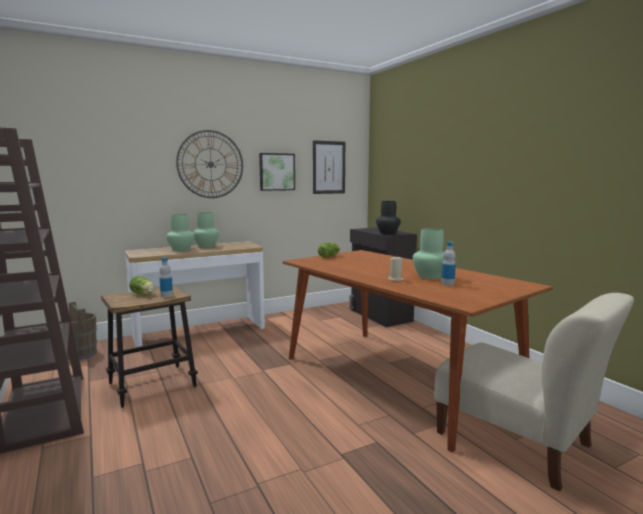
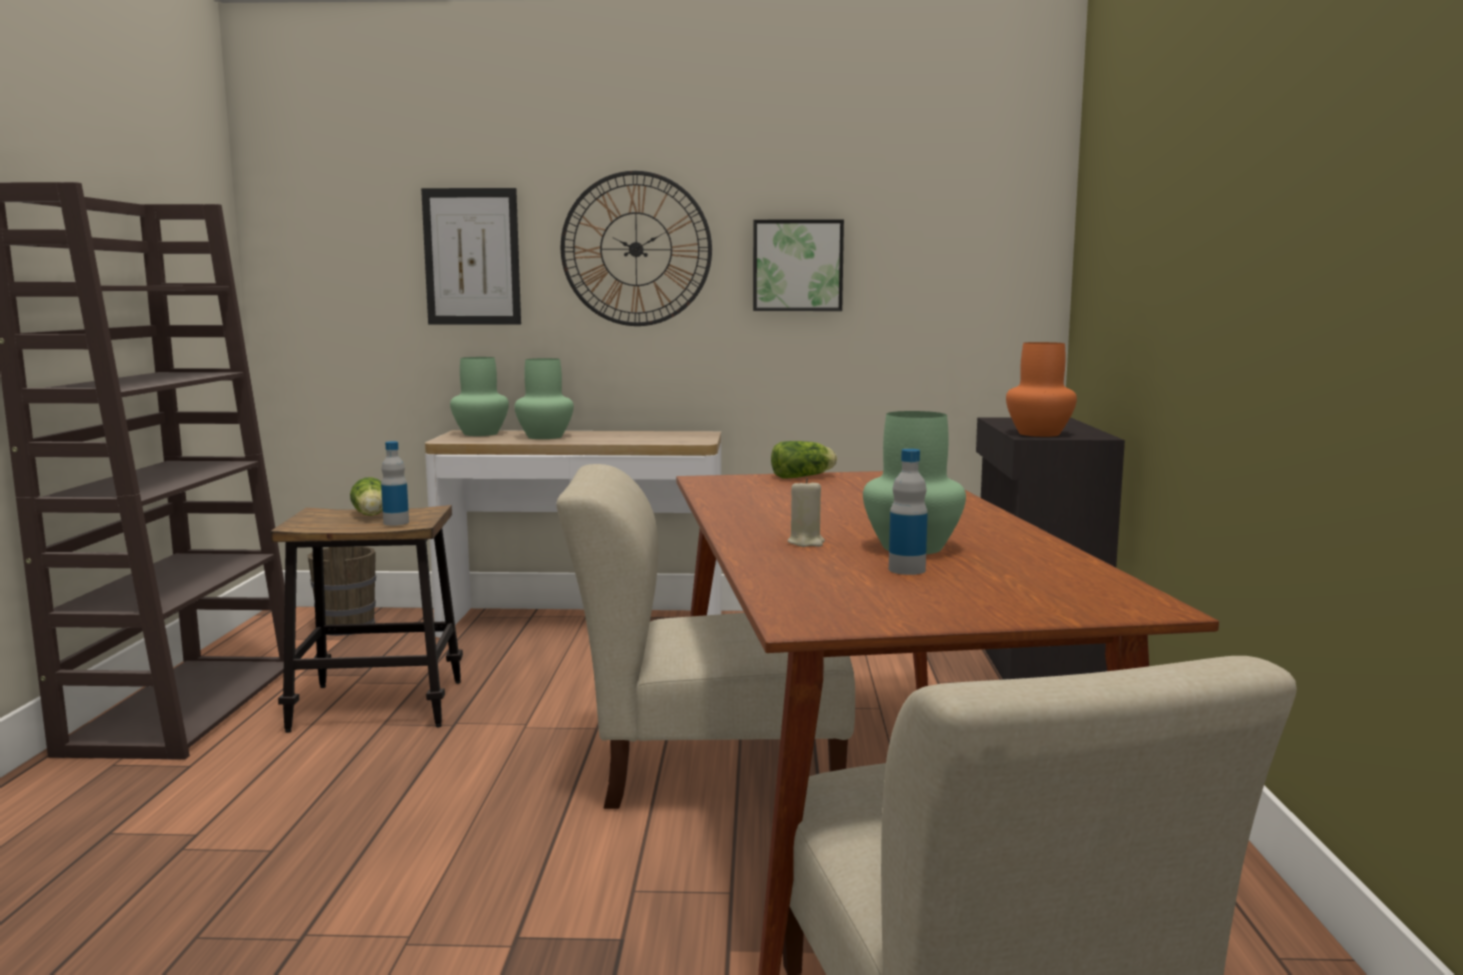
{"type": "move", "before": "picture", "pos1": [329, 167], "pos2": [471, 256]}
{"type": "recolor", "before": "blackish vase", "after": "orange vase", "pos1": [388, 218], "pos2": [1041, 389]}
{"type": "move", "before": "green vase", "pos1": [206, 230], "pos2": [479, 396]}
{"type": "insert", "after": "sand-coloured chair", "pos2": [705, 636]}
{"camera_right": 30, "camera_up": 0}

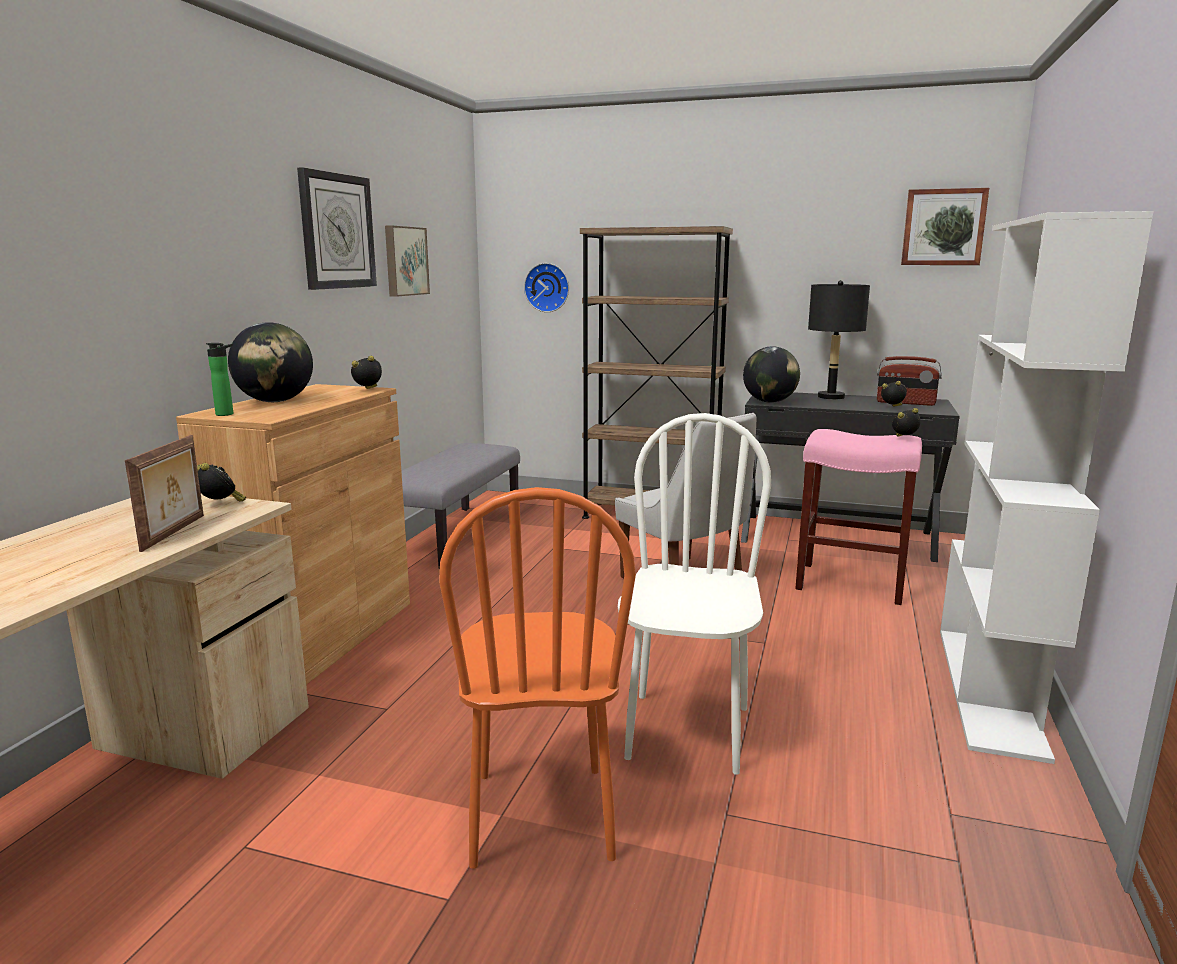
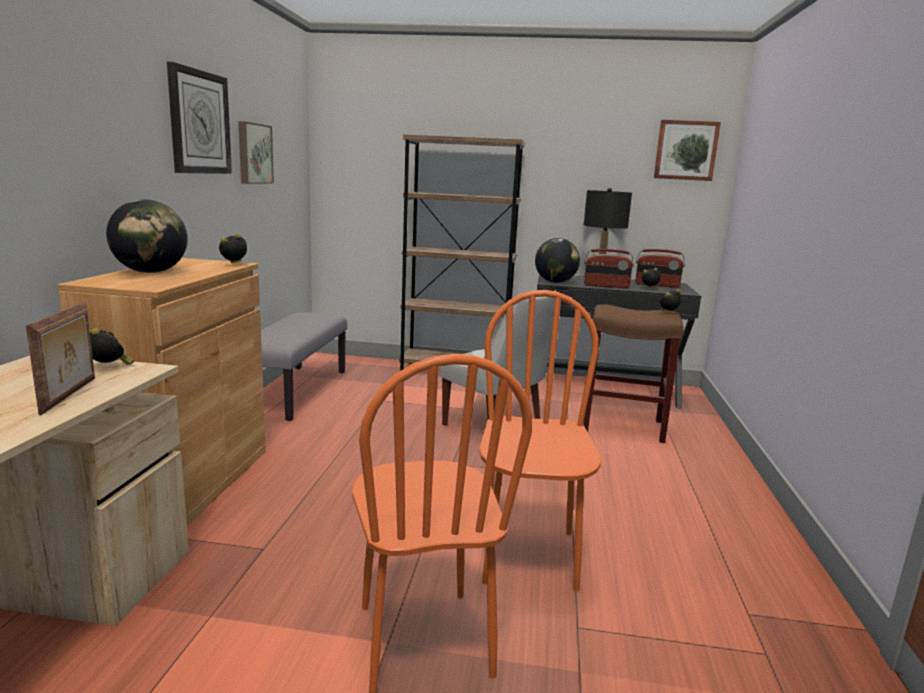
{"type": "delete", "before": "white-coloured bookcase", "pos1": [1047, 487]}
{"type": "delete", "before": "clock on the wall", "pos1": [546, 287]}
{"type": "delete", "before": "beverage bottle", "pos1": [219, 379]}
{"type": "recolor", "before": "white-coloured chair", "after": "orange chair", "pos1": [694, 594], "pos2": [540, 441]}
{"type": "recolor", "before": "pink-coloured stool seat", "after": "brown-coloured stool seat", "pos1": [858, 517], "pos2": [633, 373]}
{"type": "insert", "after": "radio", "pos2": [609, 268]}
{"camera_right": -10, "camera_up": 0}

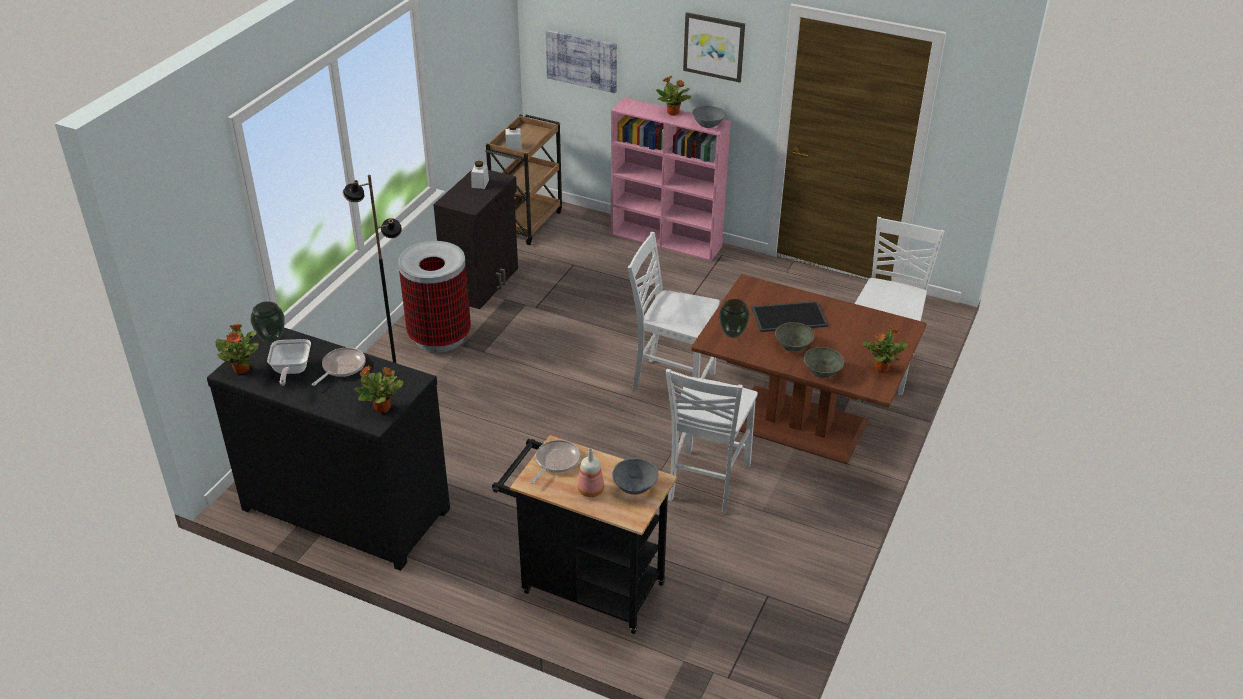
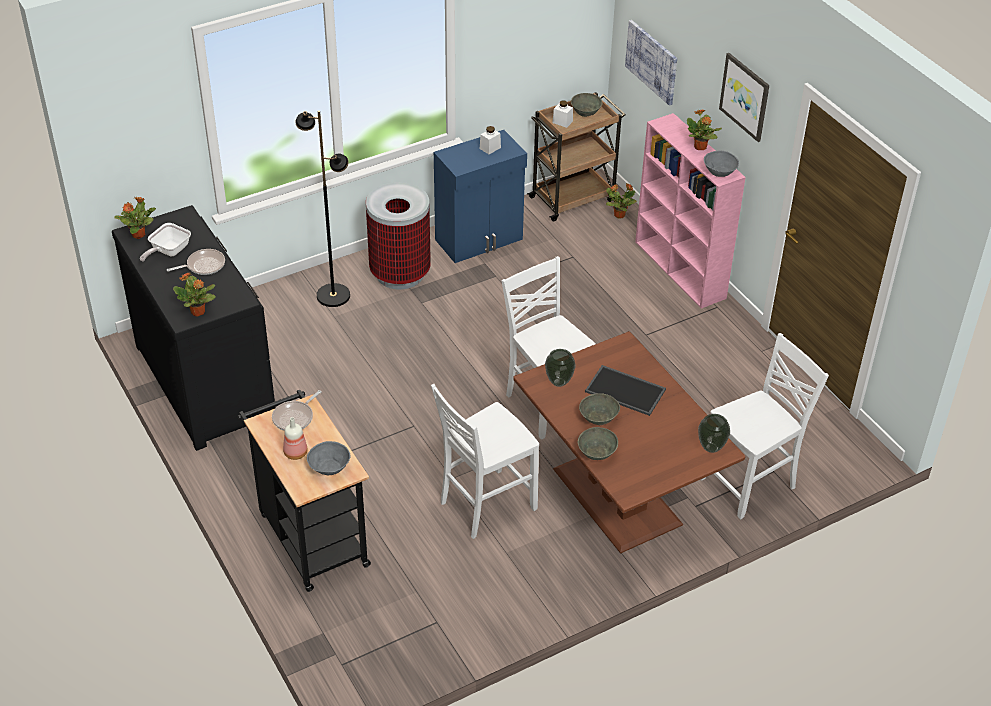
{"type": "recolor", "before": "blackish cupboard", "after": "blue cupboard", "pos1": [475, 239], "pos2": [480, 196]}
{"type": "move", "before": "vase", "pos1": [268, 322], "pos2": [714, 433]}
{"type": "move", "before": "houseplant", "pos1": [885, 349], "pos2": [621, 200]}
{"type": "rotate", "before": "skillet", "pos1": [555, 462], "pos2": [297, 410], "turn": 150}
{"type": "insert", "after": "gray serving bowl", "pos2": [587, 105]}
{"camera_right": 35, "camera_up": 5}

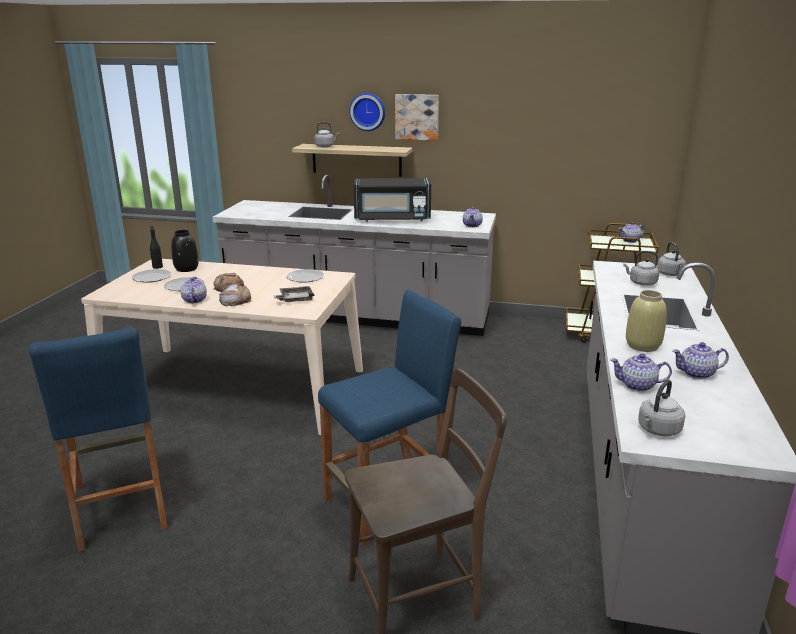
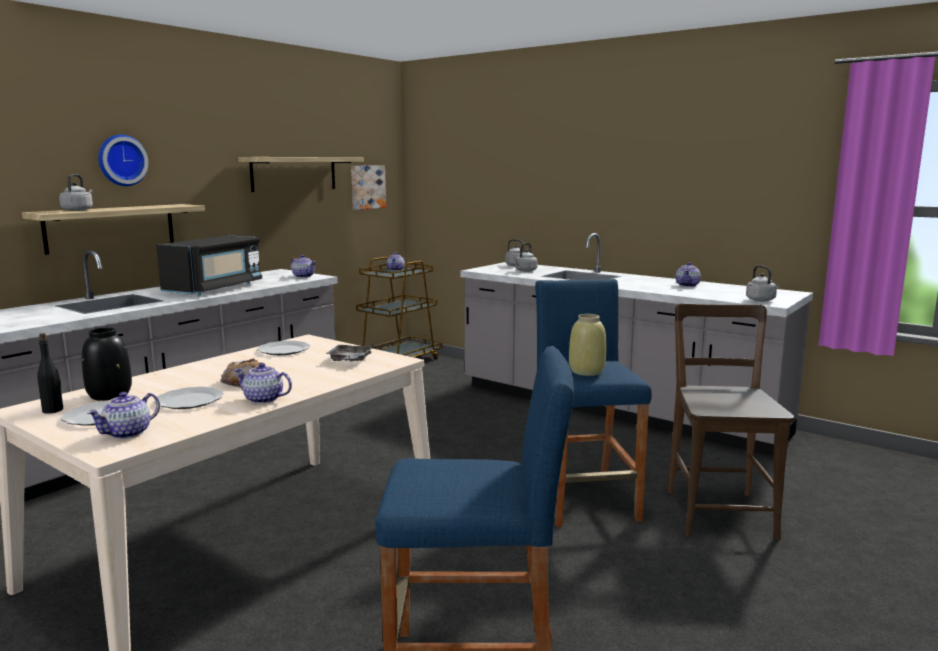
{"type": "move", "before": "picture", "pos1": [417, 117], "pos2": [368, 187]}
{"type": "delete", "before": "baked bread", "pos1": [235, 295]}
{"type": "move", "before": "sand-coloured vase", "pos1": [646, 321], "pos2": [587, 345]}
{"type": "move", "before": "pot for tea", "pos1": [641, 372], "pos2": [123, 415]}
{"type": "insert", "after": "wall shelf", "pos2": [301, 174]}
{"camera_right": -65, "camera_up": -10}

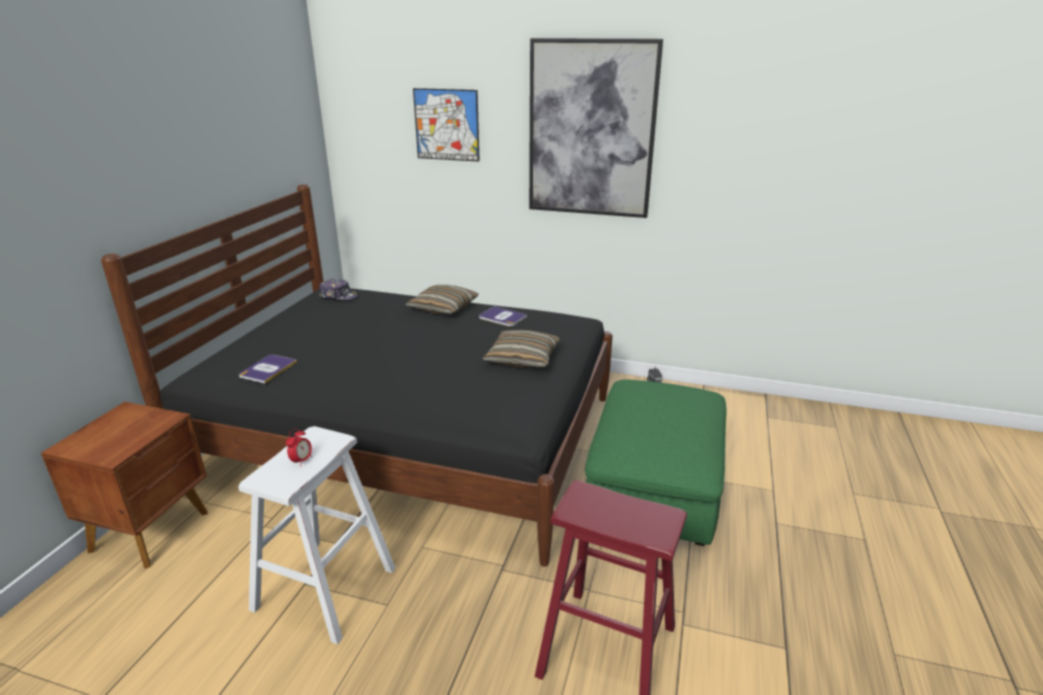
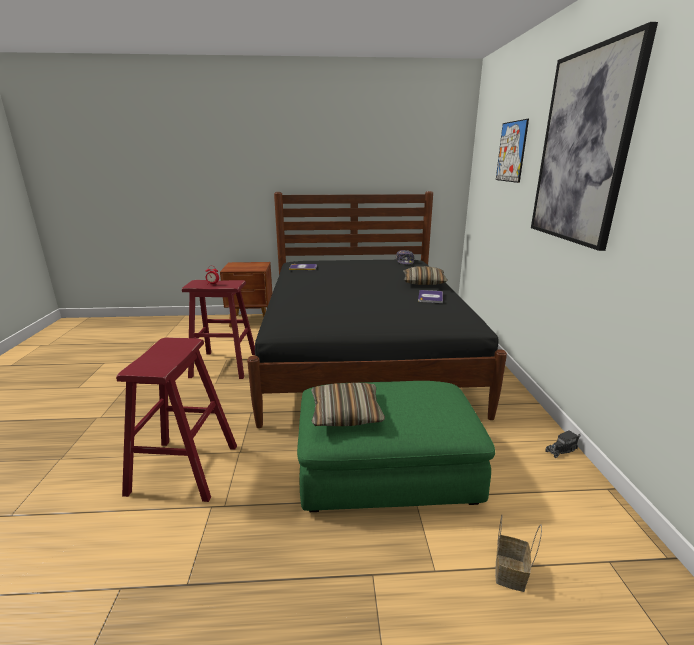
{"type": "move", "before": "throw pillow", "pos1": [520, 349], "pos2": [348, 404]}
{"type": "recolor", "before": "white-coloured stool seat", "after": "reddish stool seat", "pos1": [317, 535], "pos2": [218, 329]}
{"type": "insert", "after": "household basket", "pos2": [518, 553]}
{"camera_right": 70, "camera_up": -5}

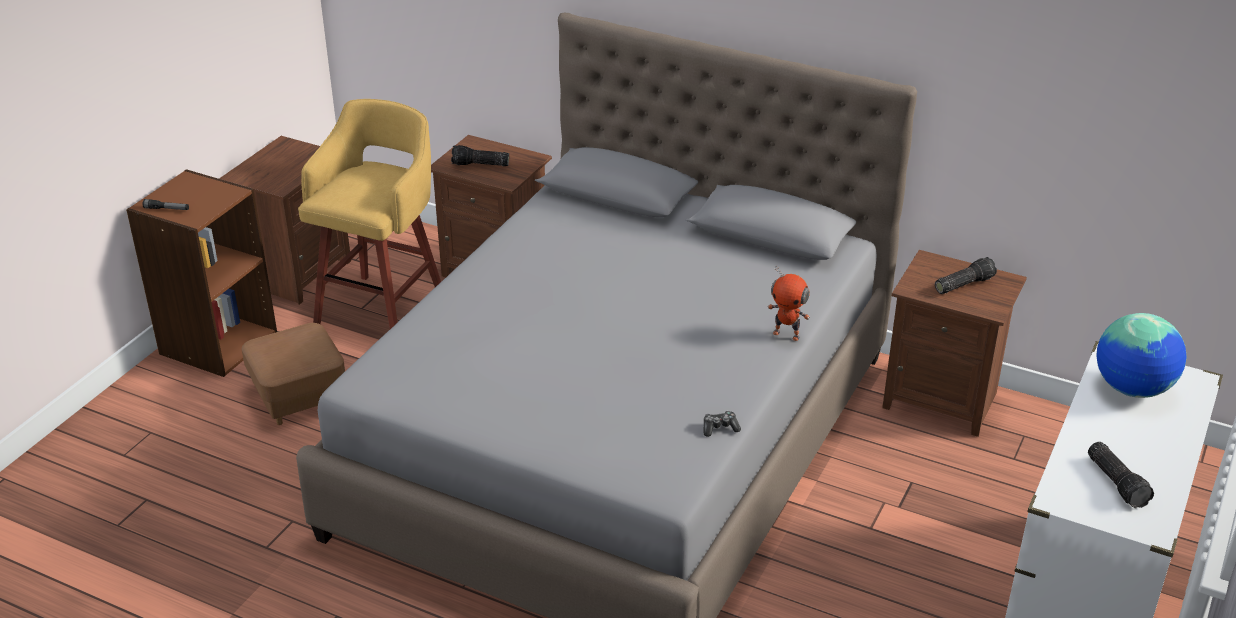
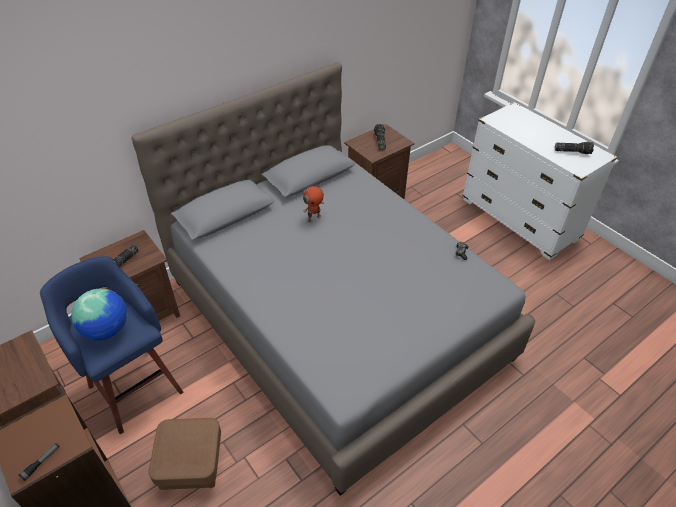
{"type": "recolor", "before": "yellowish stool seat", "after": "blue stool seat", "pos1": [369, 214], "pos2": [112, 345]}
{"type": "move", "before": "model robot", "pos1": [789, 303], "pos2": [313, 204]}
{"type": "move", "before": "world globe", "pos1": [1141, 355], "pos2": [99, 315]}
{"camera_right": -65, "camera_up": 10}

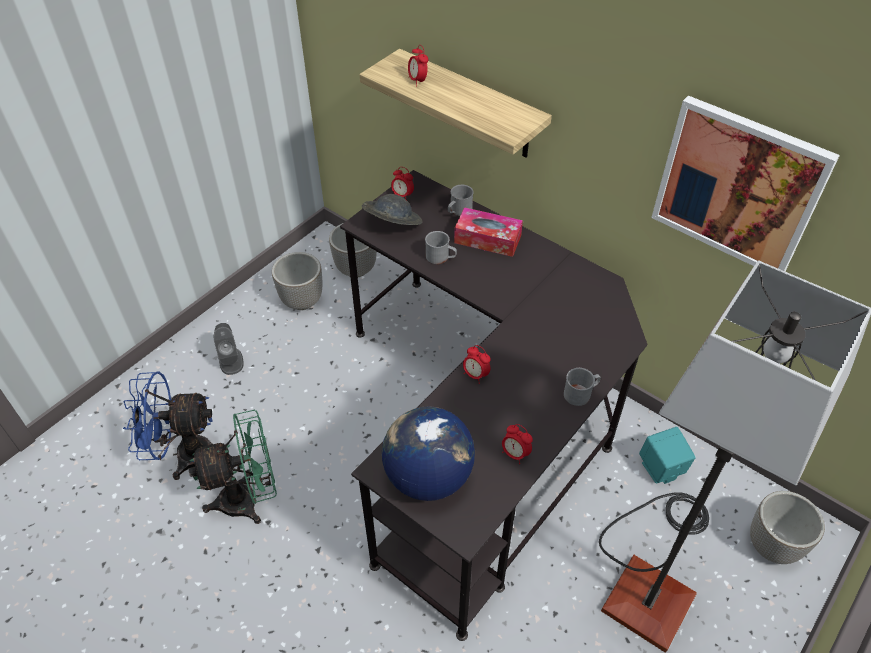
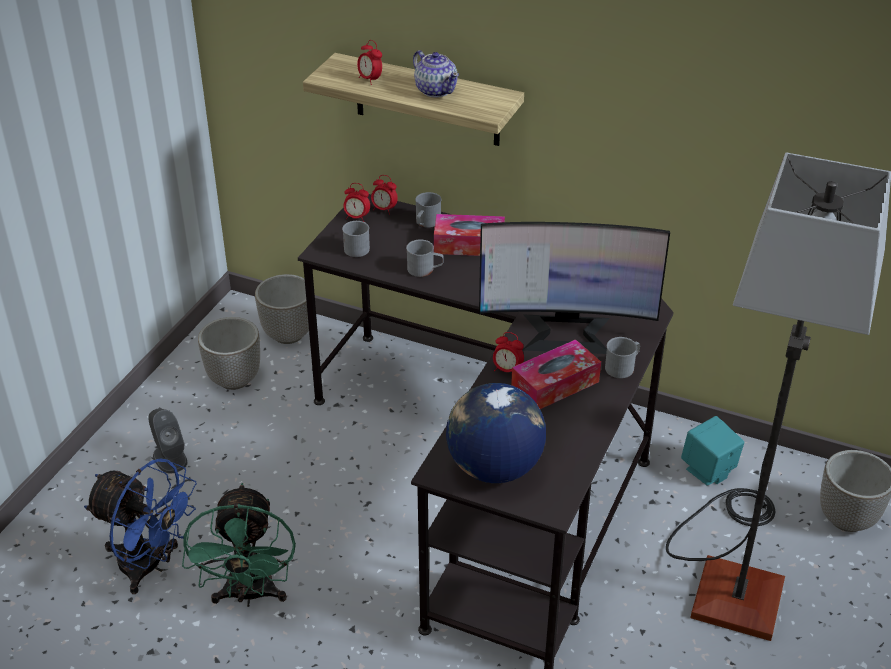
{"type": "delete", "before": "picture", "pos1": [745, 183]}
{"type": "replace", "before": "gray wearable hat", "after": "gray mug", "pos1": [392, 209], "pos2": [356, 239]}
{"type": "rotate", "before": "blue cooling fan", "pos1": [176, 425], "pos2": [140, 526], "turn": -135}
{"type": "rotate", "before": "green cooling fan", "pos1": [233, 467], "pos2": [239, 545], "turn": 120}
{"type": "move", "before": "alarm clock", "pos1": [517, 444], "pos2": [384, 195]}
{"type": "insert", "after": "pot for tea", "pos2": [436, 74]}
{"type": "insert", "after": "computer screen", "pos2": [574, 288]}
{"type": "insert", "after": "tissue box", "pos2": [556, 374]}
{"camera_right": -15, "camera_up": -10}

